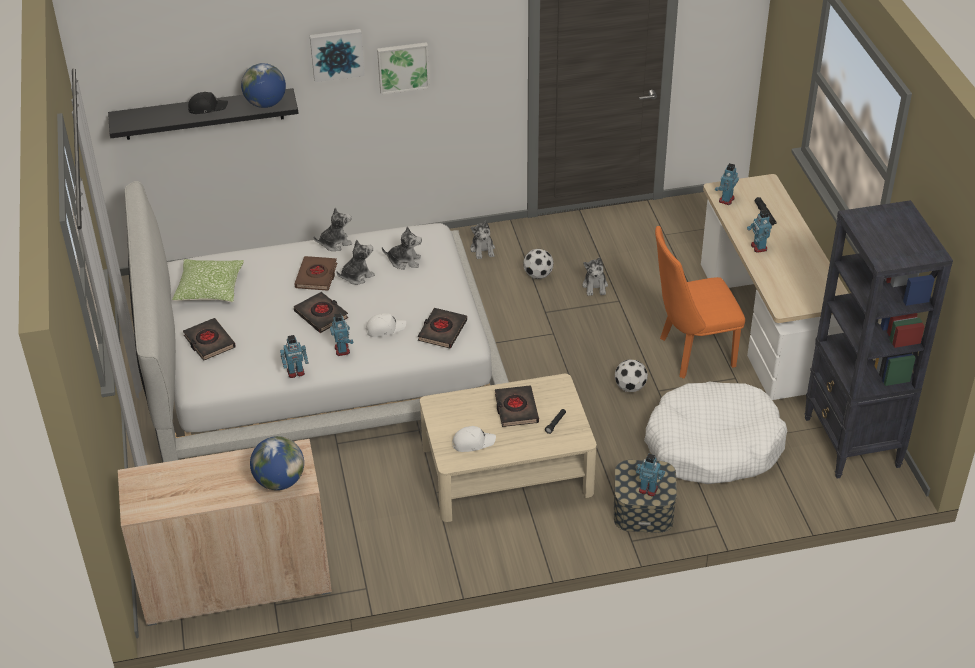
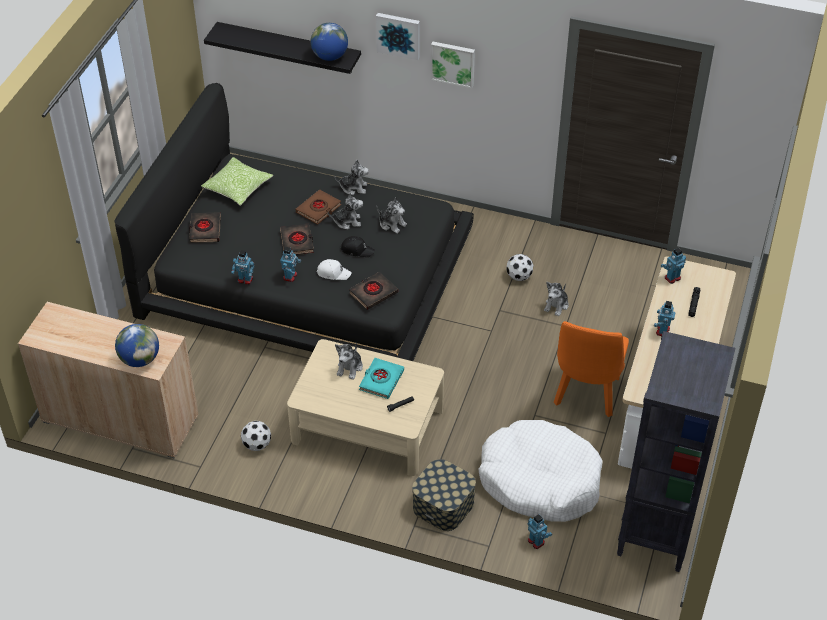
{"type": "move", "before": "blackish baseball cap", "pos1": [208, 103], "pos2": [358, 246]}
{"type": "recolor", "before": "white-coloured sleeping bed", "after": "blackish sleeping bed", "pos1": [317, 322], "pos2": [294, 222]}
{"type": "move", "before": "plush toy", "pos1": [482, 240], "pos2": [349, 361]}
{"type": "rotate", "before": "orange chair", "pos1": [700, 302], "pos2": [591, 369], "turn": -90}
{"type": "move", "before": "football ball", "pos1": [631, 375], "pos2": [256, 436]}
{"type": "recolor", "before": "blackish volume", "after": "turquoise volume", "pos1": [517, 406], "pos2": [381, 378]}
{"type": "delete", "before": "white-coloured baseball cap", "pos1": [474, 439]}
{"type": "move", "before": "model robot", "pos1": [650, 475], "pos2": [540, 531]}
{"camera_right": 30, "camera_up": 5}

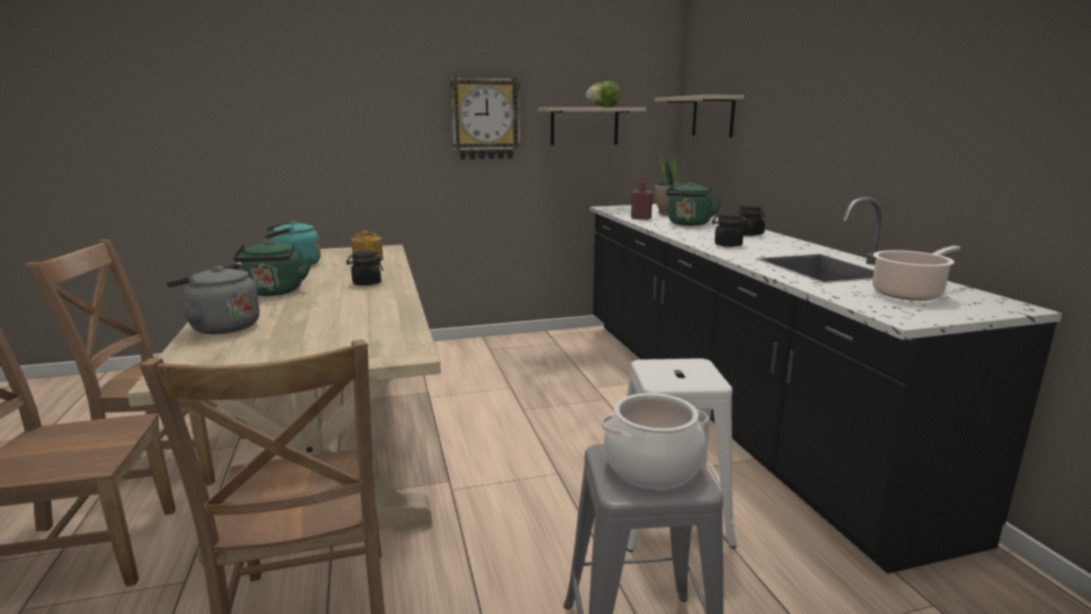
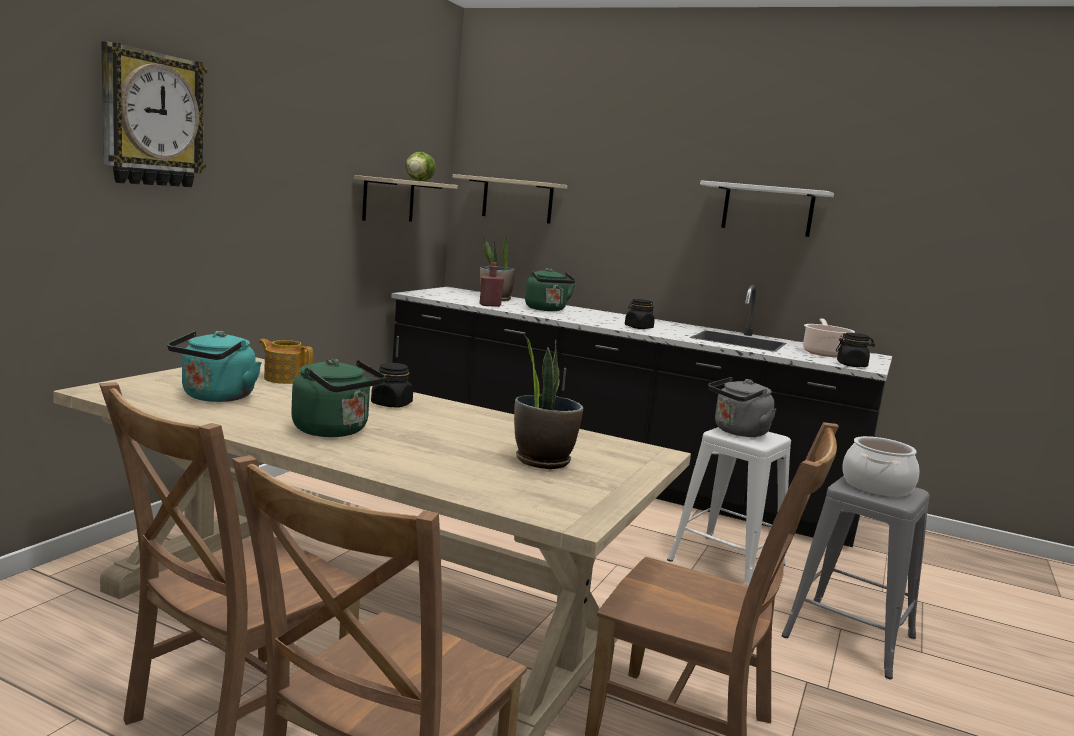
{"type": "move", "before": "clock on the wall", "pos1": [485, 118], "pos2": [154, 114]}
{"type": "move", "before": "blackish storage jar", "pos1": [751, 220], "pos2": [855, 349]}
{"type": "move", "before": "gray kettle", "pos1": [213, 299], "pos2": [742, 407]}
{"type": "insert", "after": "white-coloured wall shelf", "pos2": [767, 208]}
{"type": "insert", "after": "houseplant", "pos2": [548, 402]}
{"camera_right": -50, "camera_up": -5}

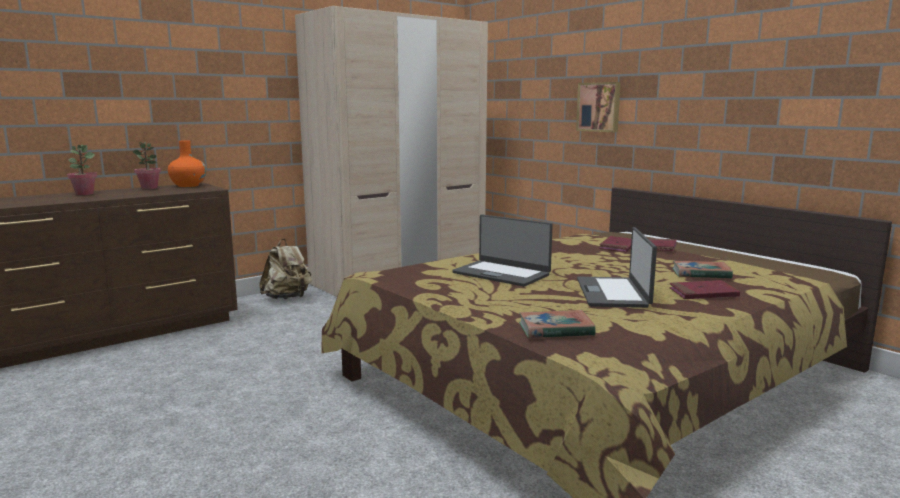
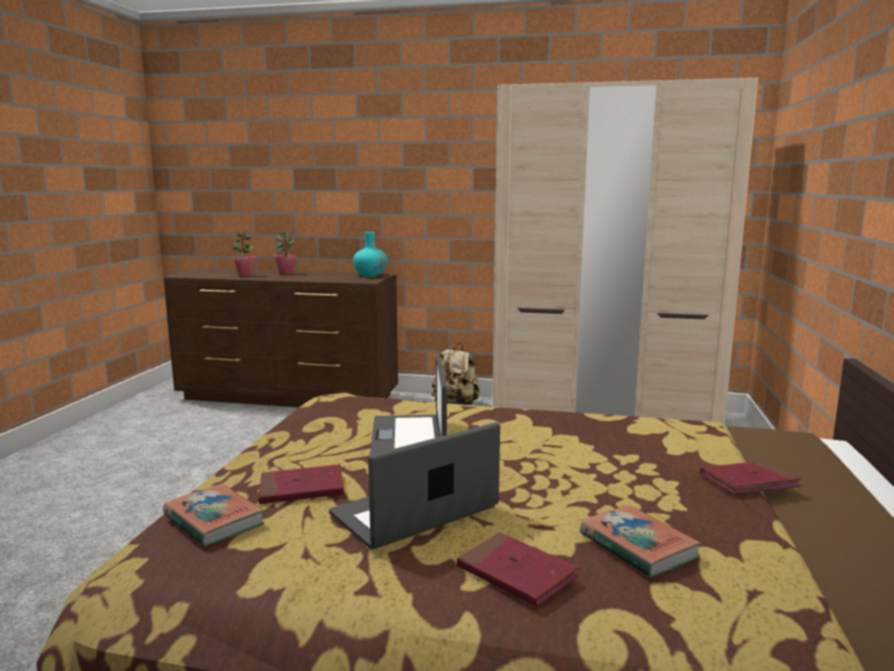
{"type": "delete", "before": "picture", "pos1": [598, 107]}
{"type": "recolor", "before": "orange vase", "after": "turquoise vase", "pos1": [187, 163], "pos2": [370, 254]}
{"type": "move", "before": "houseplant", "pos1": [147, 165], "pos2": [244, 254]}
{"type": "move", "before": "reddish volume", "pos1": [615, 244], "pos2": [301, 484]}
{"camera_right": 50, "camera_up": 0}

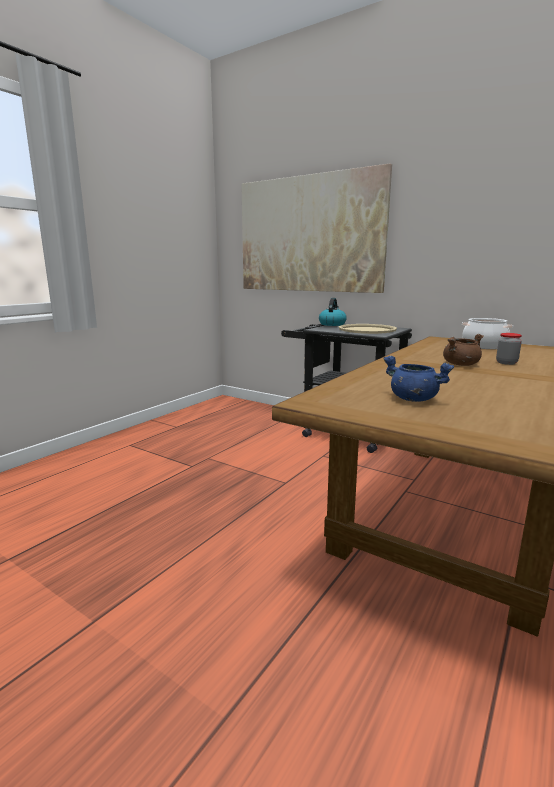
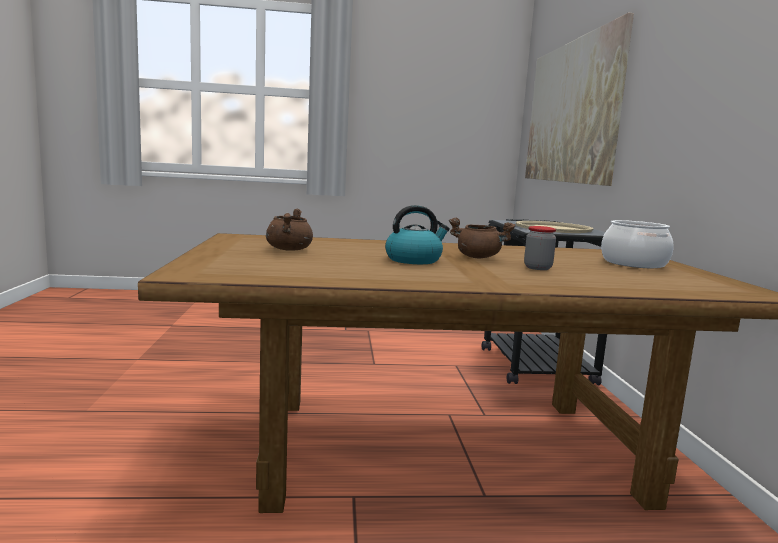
{"type": "move", "before": "kettle", "pos1": [333, 312], "pos2": [417, 234]}
{"type": "recolor", "before": "blue saucepot", "after": "brown-coloured saucepot", "pos1": [418, 379], "pos2": [289, 229]}
{"camera_right": 50, "camera_up": -5}

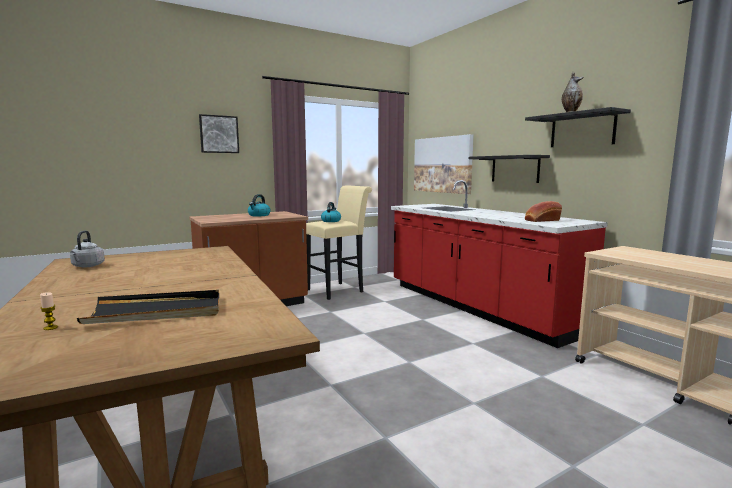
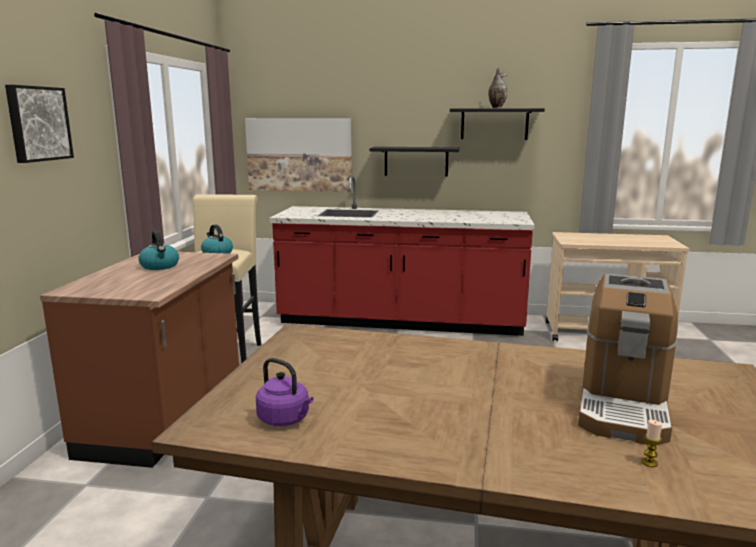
{"type": "delete", "before": "baked bread", "pos1": [543, 211]}
{"type": "recolor", "before": "gray kettle", "after": "purple-coloured kettle", "pos1": [87, 248], "pos2": [284, 392]}
{"type": "replace", "before": "blackish carrying tray", "after": "coffee maker", "pos1": [148, 307], "pos2": [628, 359]}
{"camera_right": -50, "camera_up": 5}

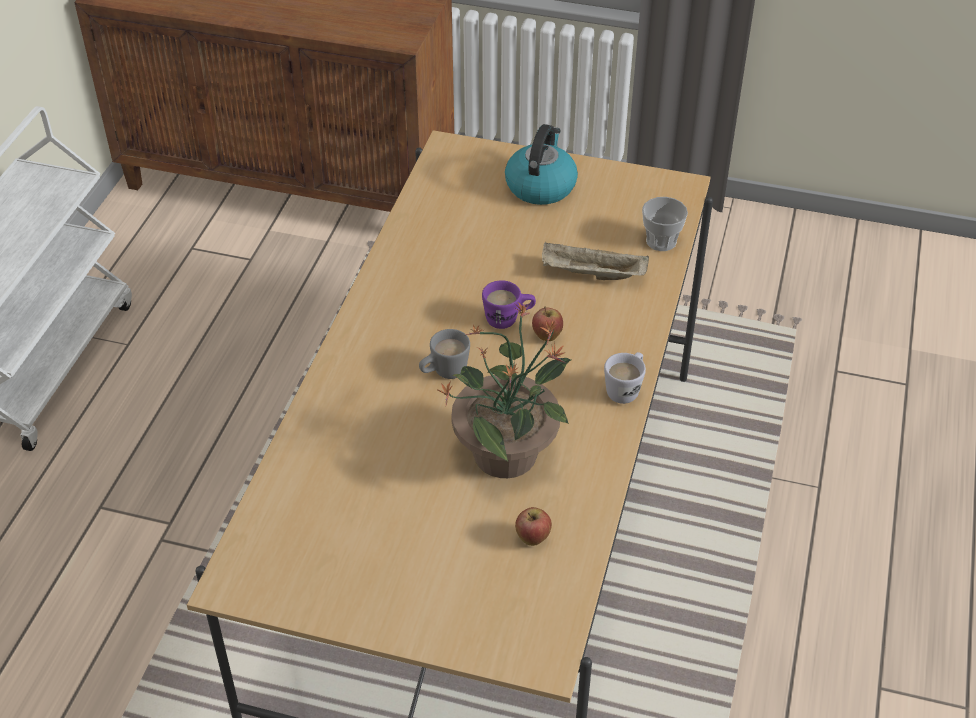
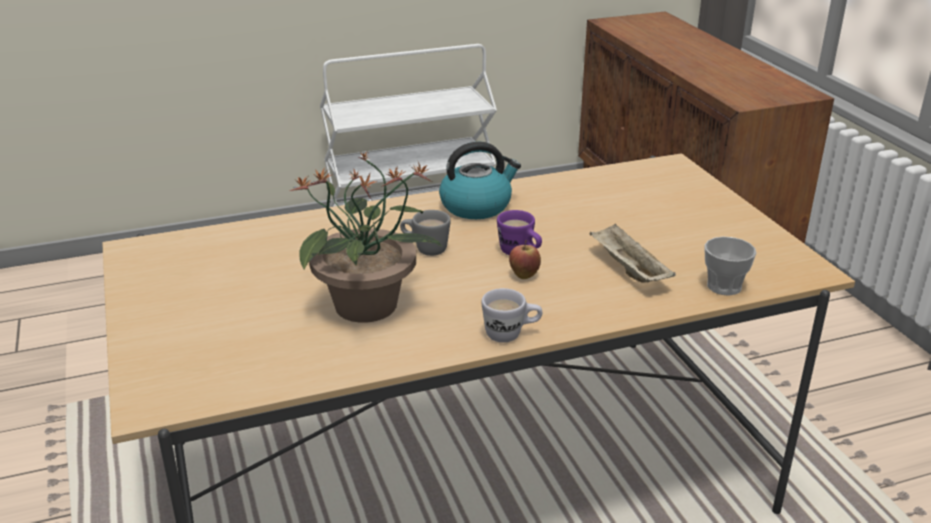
{"type": "move", "before": "kettle", "pos1": [541, 164], "pos2": [480, 180]}
{"type": "delete", "before": "whole apple", "pos1": [533, 526]}
{"camera_right": 55, "camera_up": -15}

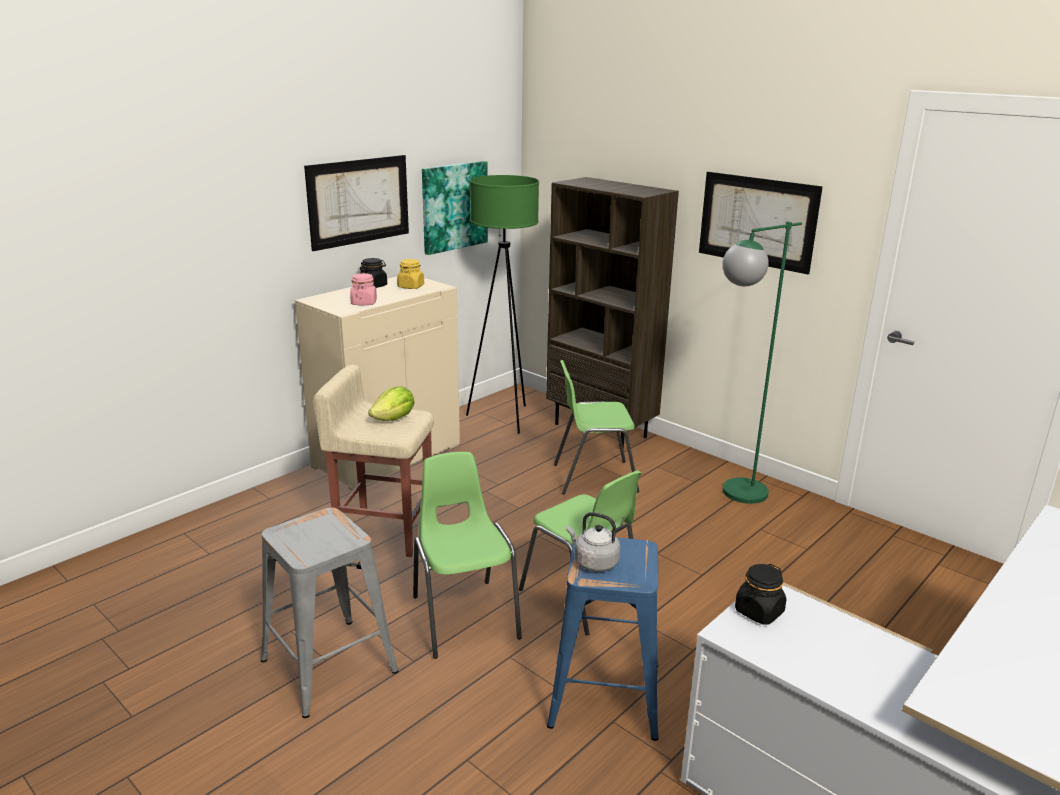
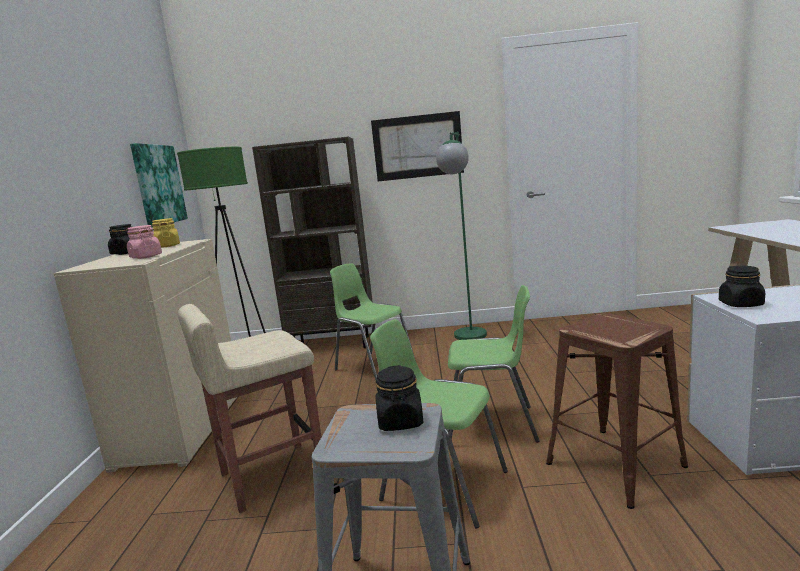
{"type": "delete", "before": "picture", "pos1": [356, 203]}
{"type": "rotate", "before": "green chair", "pos1": [596, 427], "pos2": [373, 321], "turn": 90}
{"type": "delete", "before": "lettuce", "pos1": [391, 403]}
{"type": "delete", "before": "gray kettle", "pos1": [593, 542]}
{"type": "recolor", "before": "blue stool seat", "after": "brown-coloured stool seat", "pos1": [603, 638], "pos2": [617, 411]}
{"type": "insert", "after": "blackish storage jar", "pos2": [399, 398]}
{"camera_right": -40, "camera_up": -10}

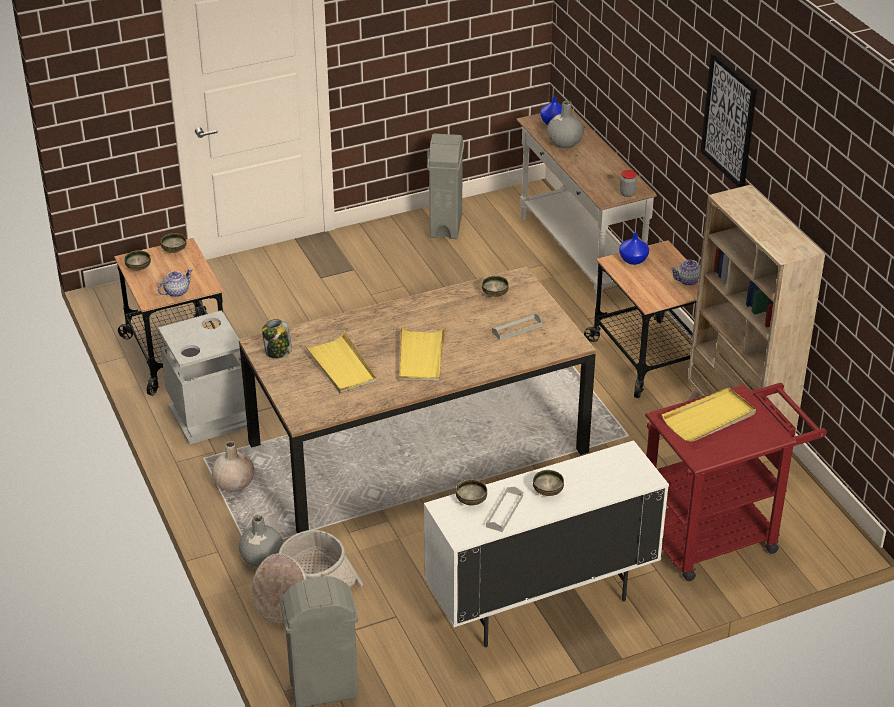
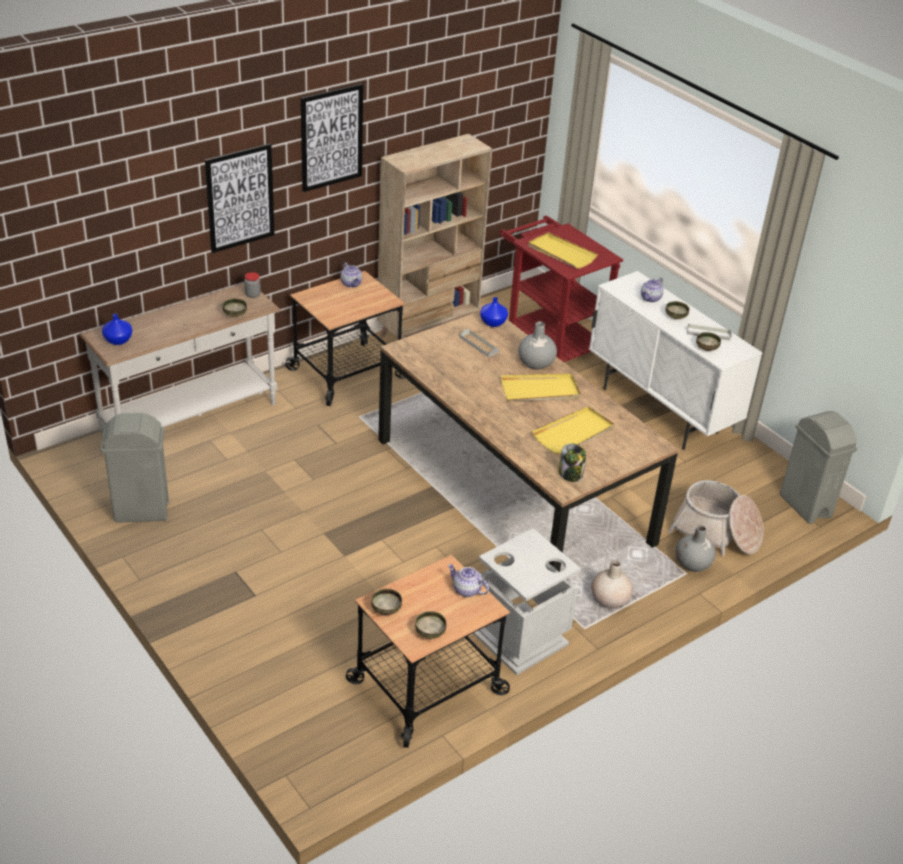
{"type": "move", "before": "gray vase", "pos1": [565, 124], "pos2": [537, 345]}
{"type": "move", "before": "blue vase", "pos1": [634, 249], "pos2": [494, 312]}
{"type": "move", "before": "serving bowl", "pos1": [495, 286], "pos2": [234, 307]}
{"type": "insert", "after": "picture", "pos2": [239, 198]}
{"type": "insert", "after": "pot for tea", "pos2": [652, 290]}
{"camera_right": -105, "camera_up": 0}

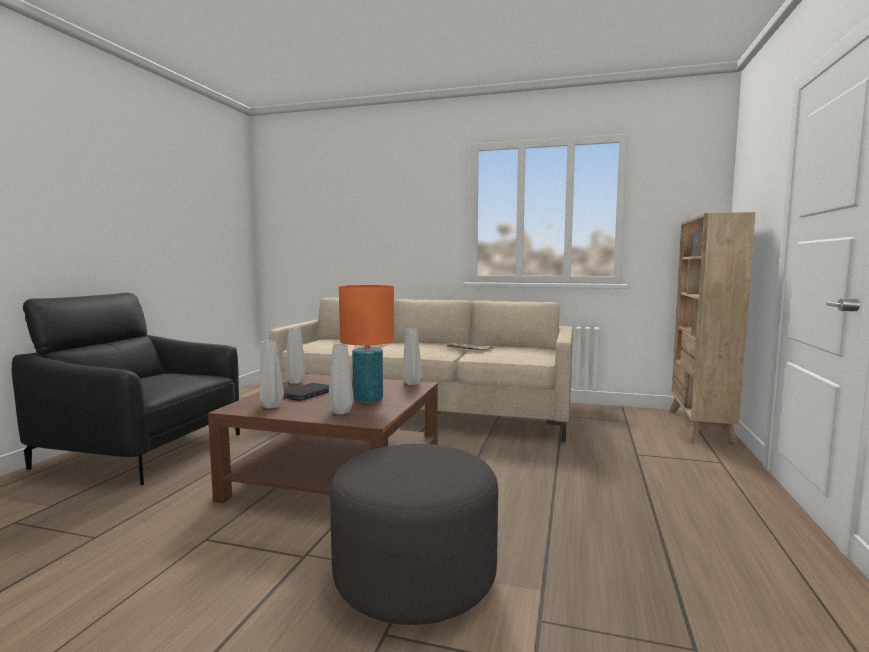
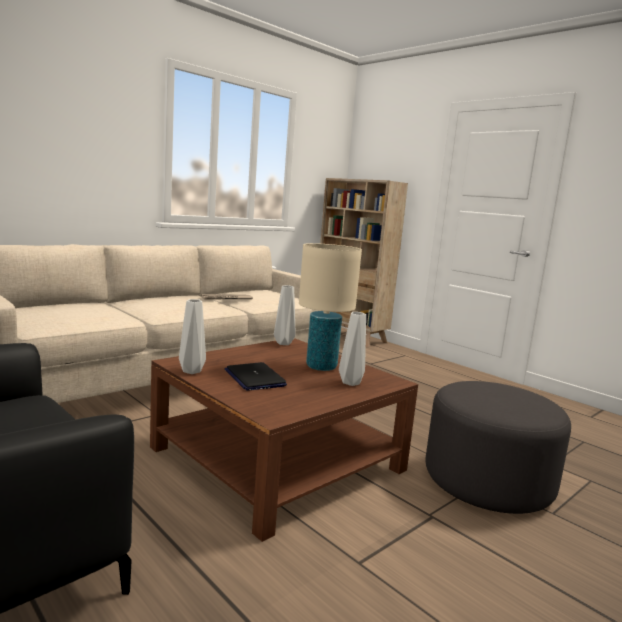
{"type": "recolor", "before": "orange table lamp", "after": "sand-coloured table lamp", "pos1": [366, 344], "pos2": [330, 307]}
{"type": "delete", "before": "gray vase", "pos1": [271, 375]}
{"camera_right": -60, "camera_up": 5}

